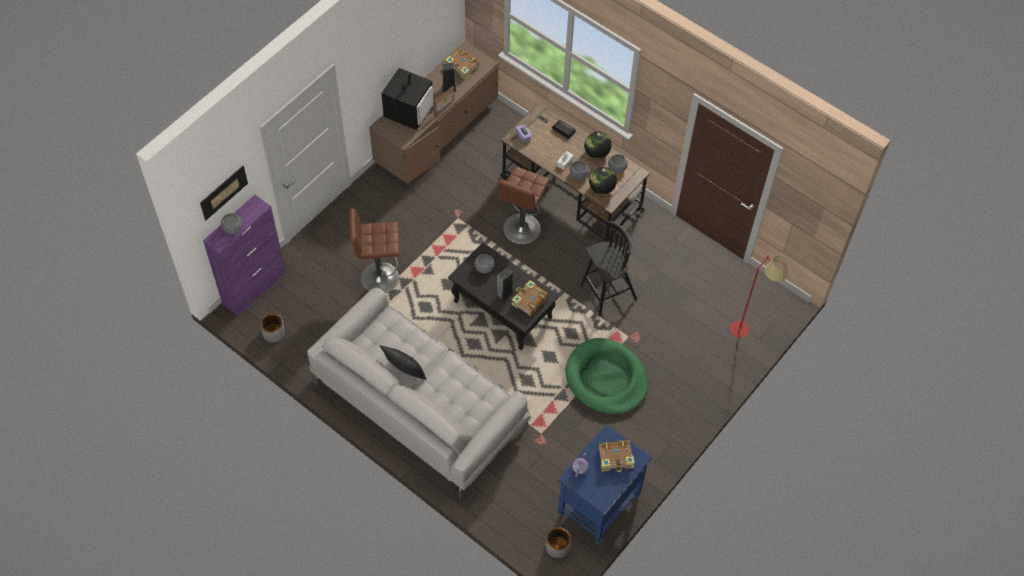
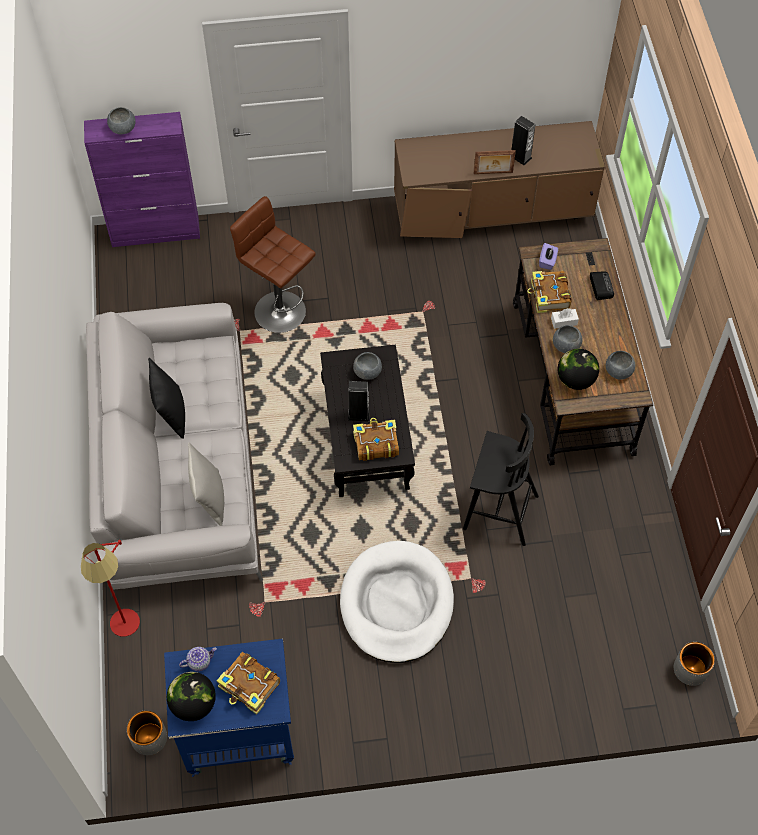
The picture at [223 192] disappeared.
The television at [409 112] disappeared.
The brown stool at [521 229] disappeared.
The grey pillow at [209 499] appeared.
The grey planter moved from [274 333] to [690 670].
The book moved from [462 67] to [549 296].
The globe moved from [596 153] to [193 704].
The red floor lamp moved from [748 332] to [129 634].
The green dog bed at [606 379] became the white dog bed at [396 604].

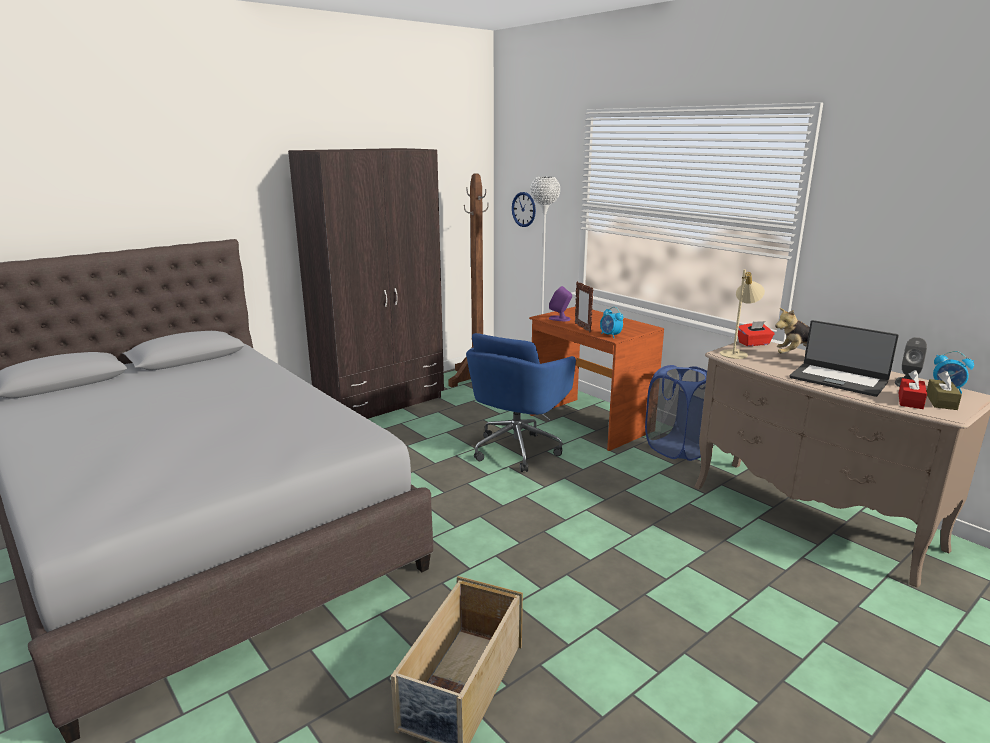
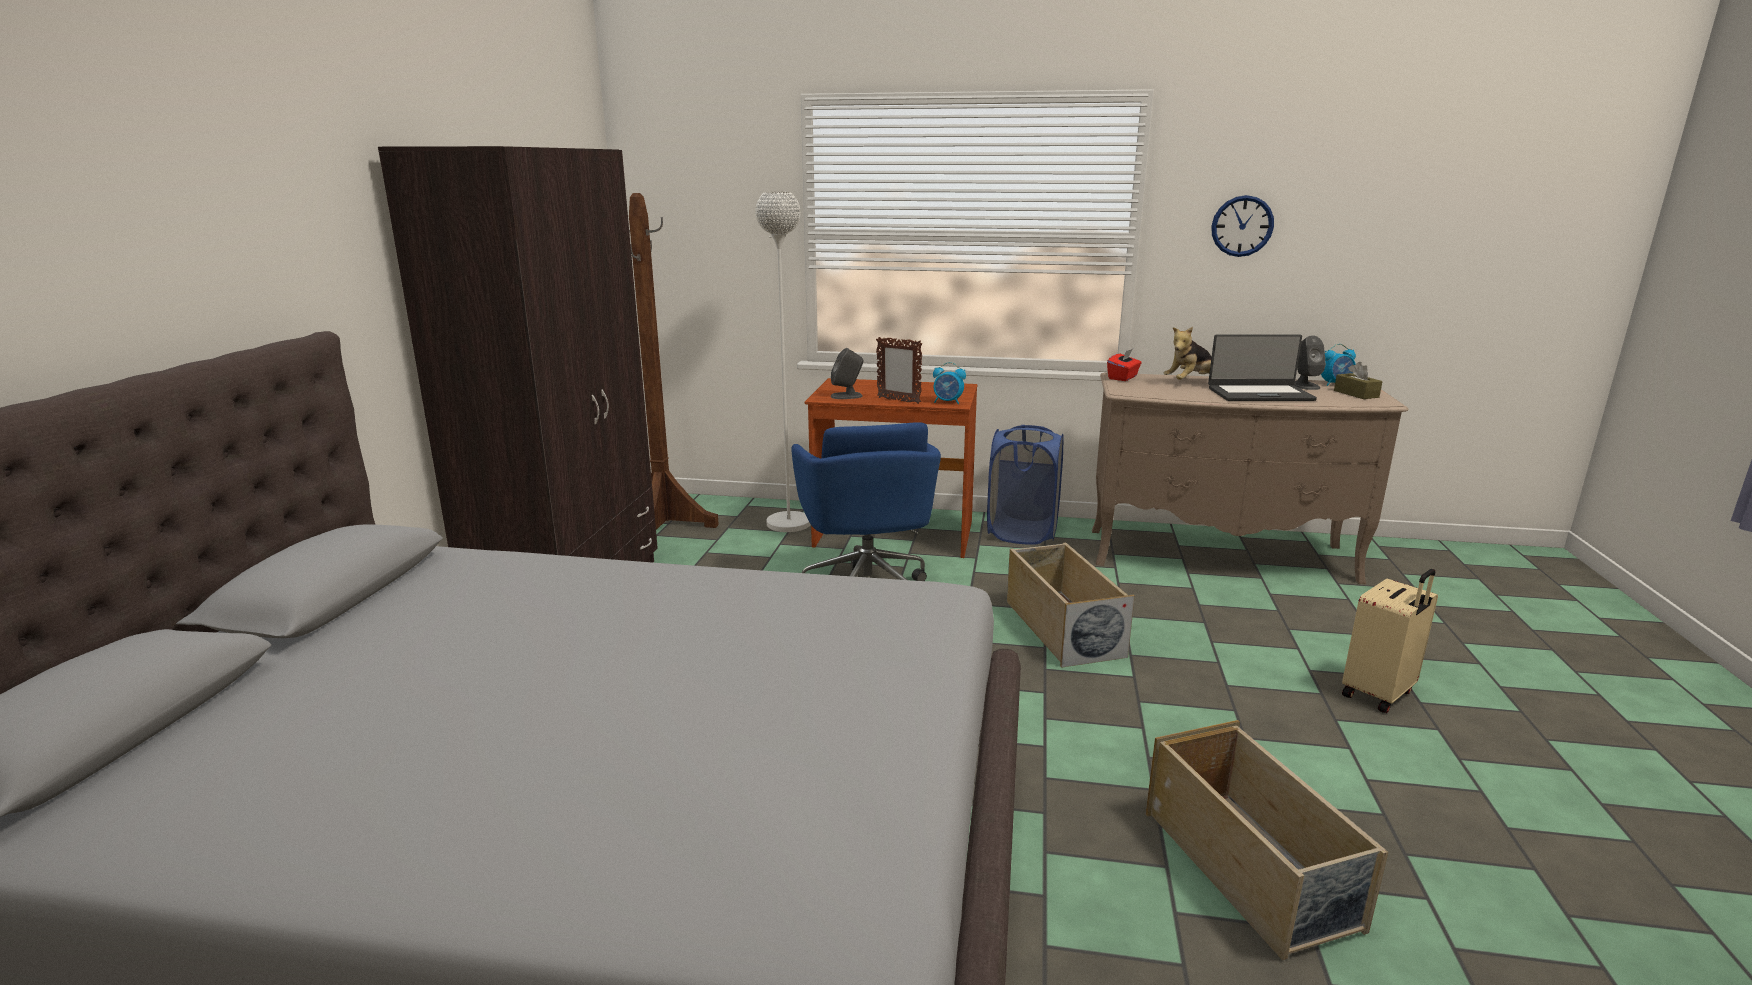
The beige table lamp at [737 353] disappeared.
The red tissue box at [910 401] disappeared.
The beige storage box at [1061 628] appeared.
The beige suitcase at [1379 694] appeared.
The wall clock moved from [523 209] to [1242 226].
The purple speaker at [560 319] became the grey speaker at [847 396].

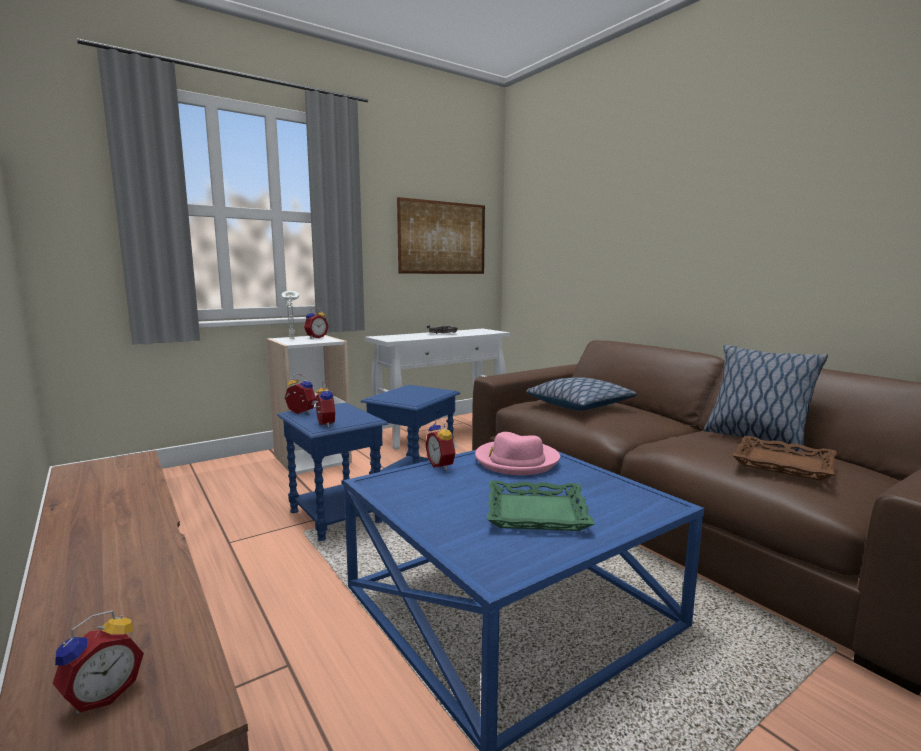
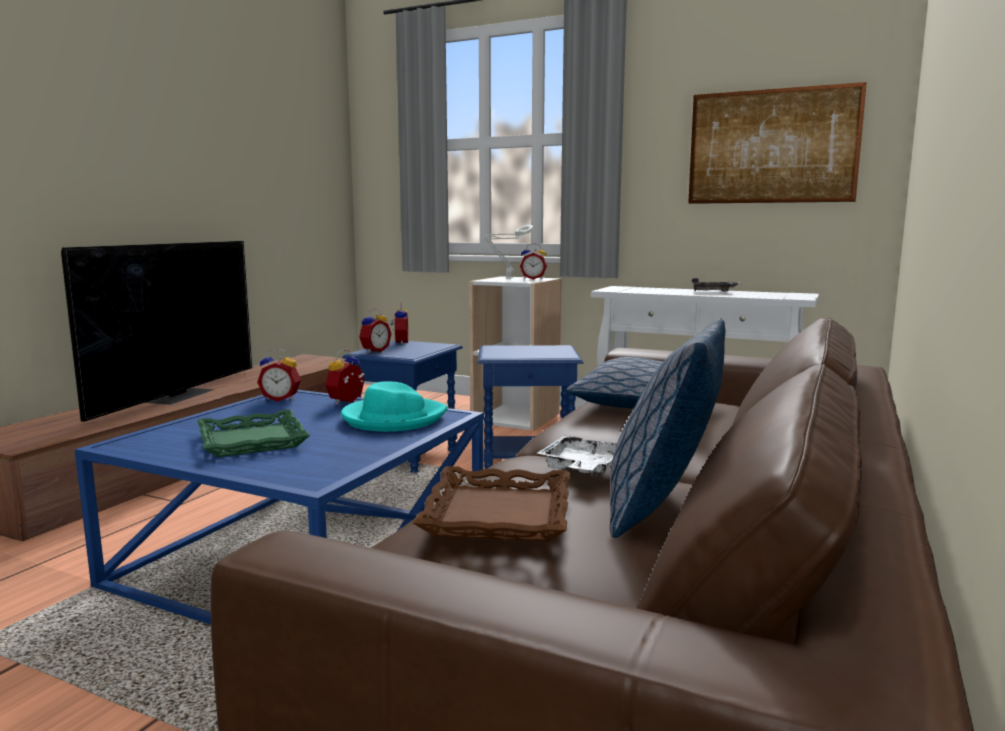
The television at [179 395] appeared.
The white tray at [582 468] appeared.
The alarm clock moved from [102 695] to [281 399].
The pink hat at [516 461] became the turquoise hat at [393 418].

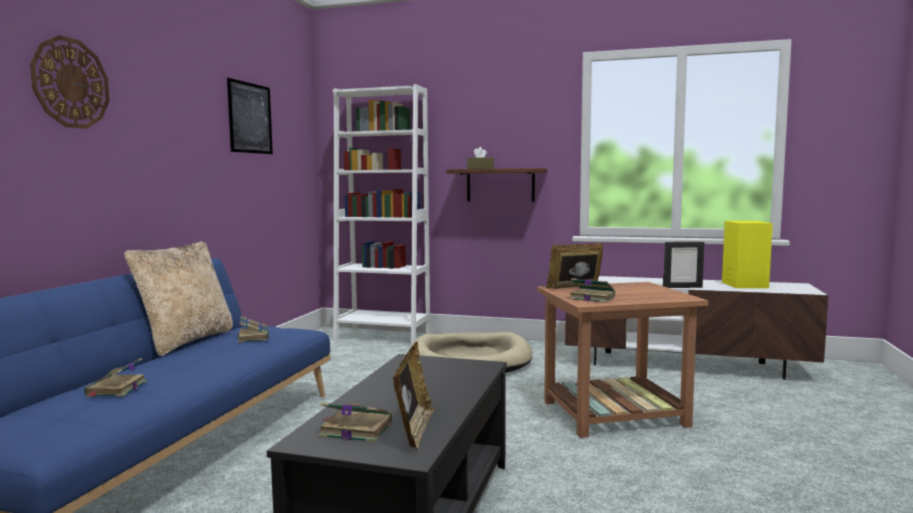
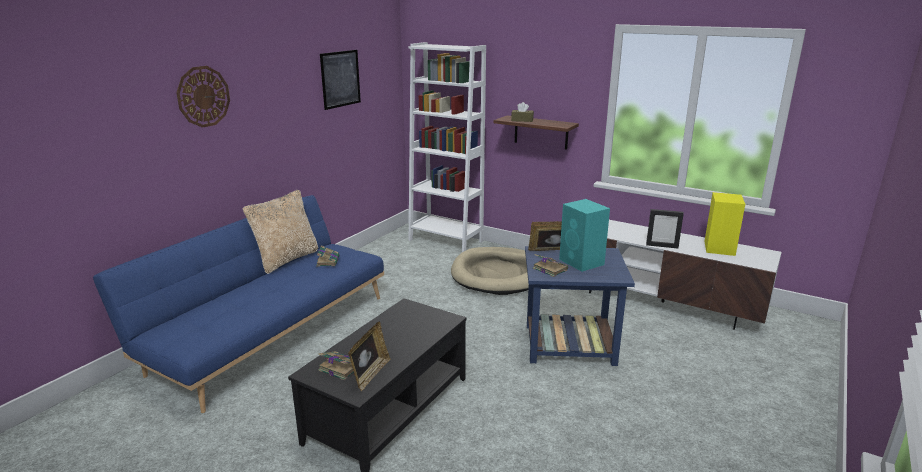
The book at [116 389] disappeared.
The turquoise speaker at [582 262] appeared.
The brown side table at [612 413] became the blue side table at [568 344].

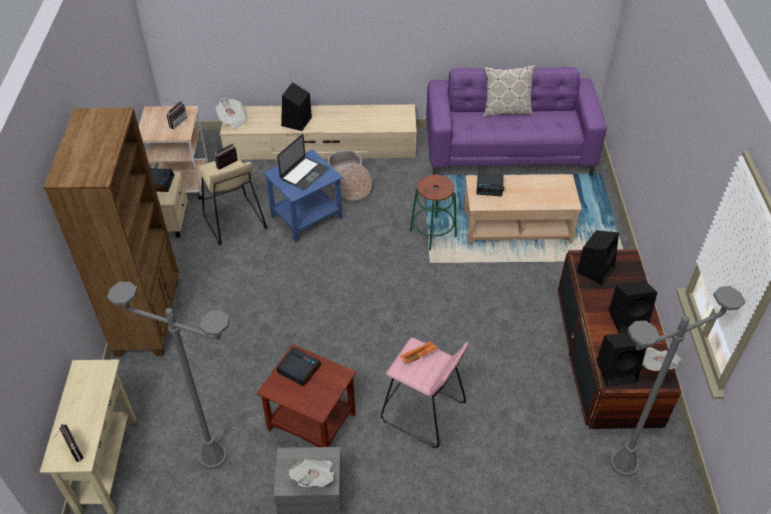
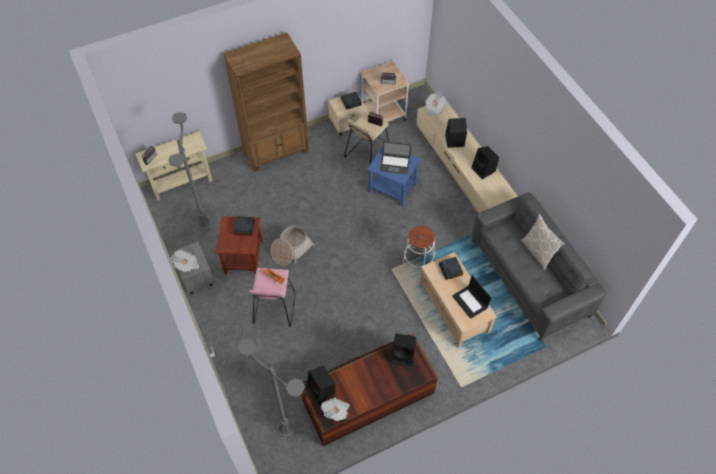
The laptop at [470 302] appeared.
The basket moved from [348 183] to [291 250].
The black speaker moved from [628 319] to [484 170].
The green stool at [433 233] became the white stool at [418 261].
The purple sofa at [508 152] became the grey sofa at [529 278].

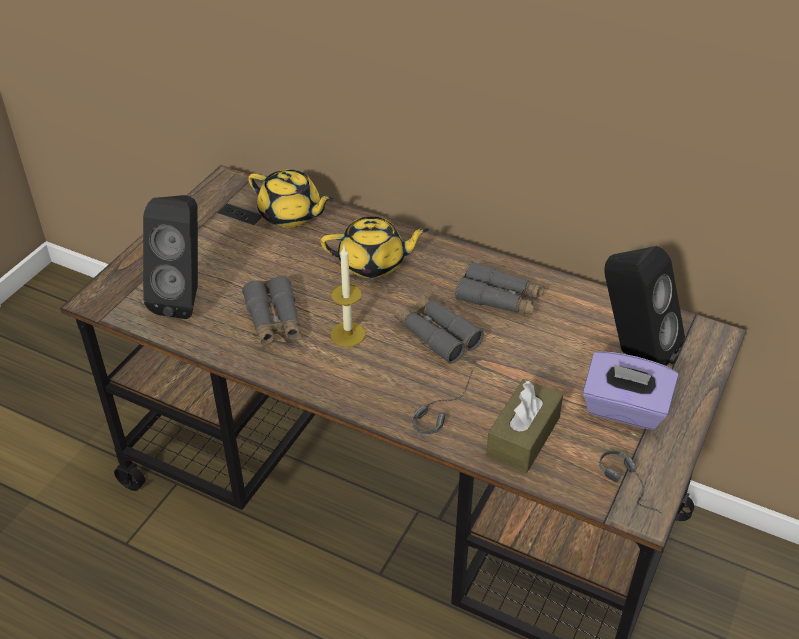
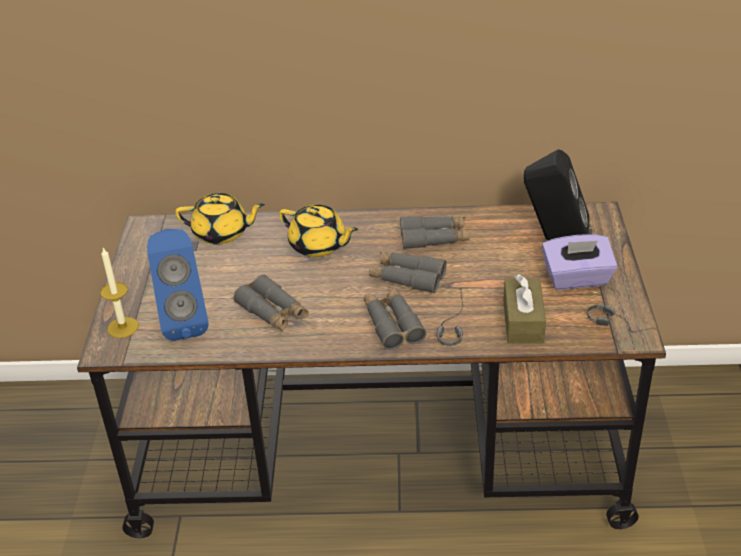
The grey binoculars at [392 324] appeared.
The candle moved from [348 334] to [123 327].
The black speaker at [185 298] became the blue speaker at [184 322].
The yellow teapot at [373 263] turned 60 degrees clockwise.

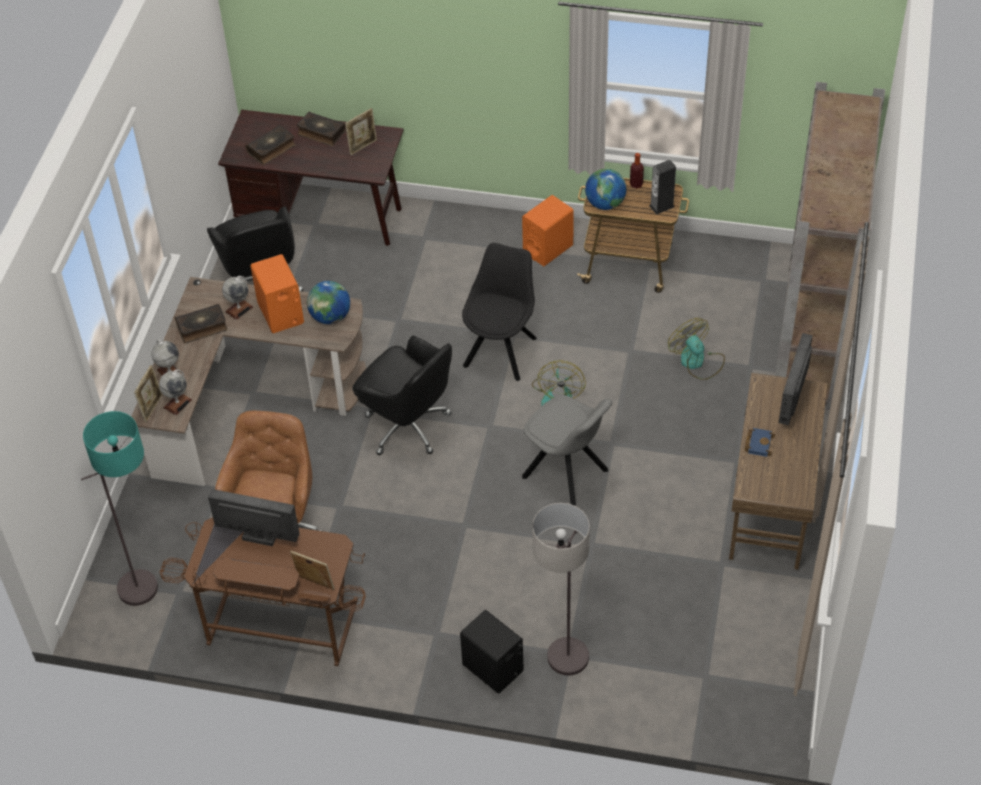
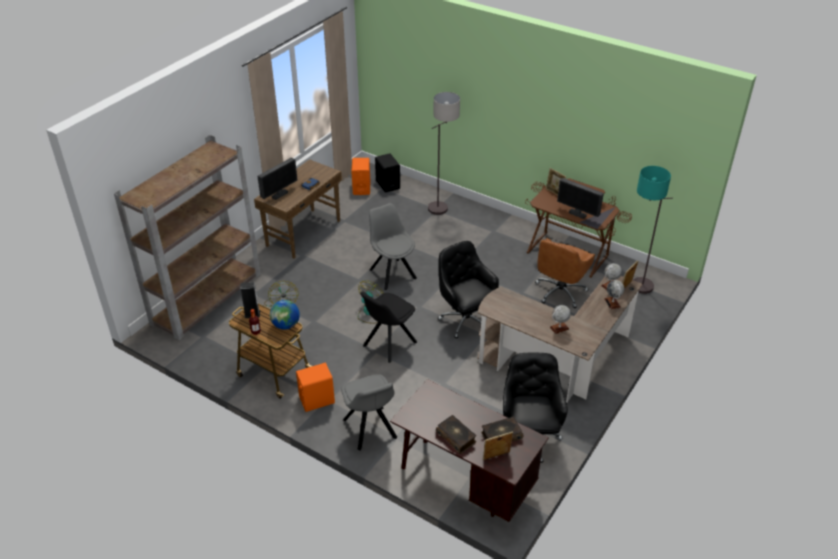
The book at [202 328] disappeared.
The globe at [330 317] disappeared.
The grey chair at [370 429] appeared.
The orange speaker moved from [281 313] to [361 188].
The picture frame moved from [362 146] to [496 457].
The black speaker moved from [493 668] to [387 184].

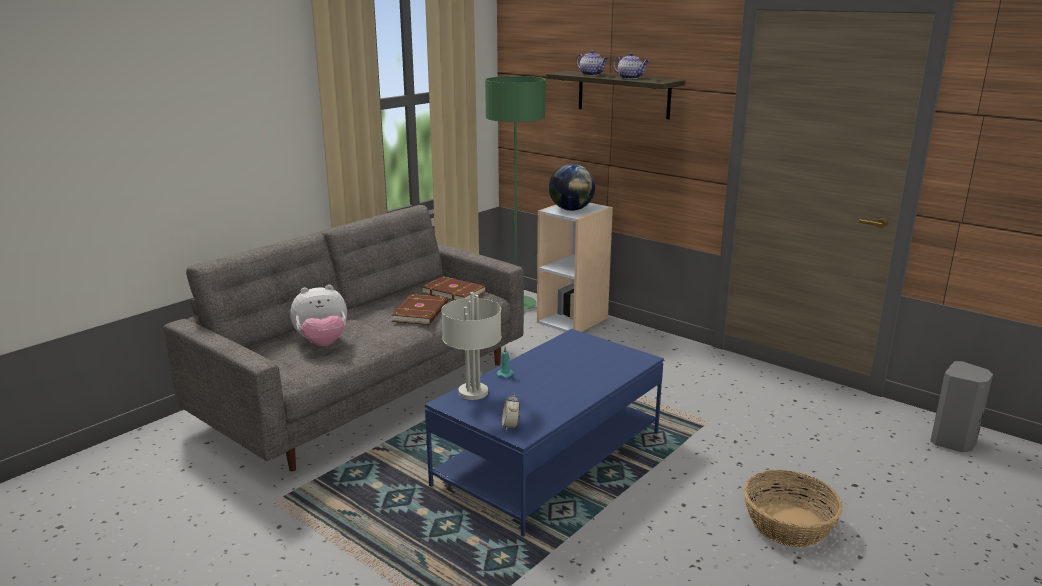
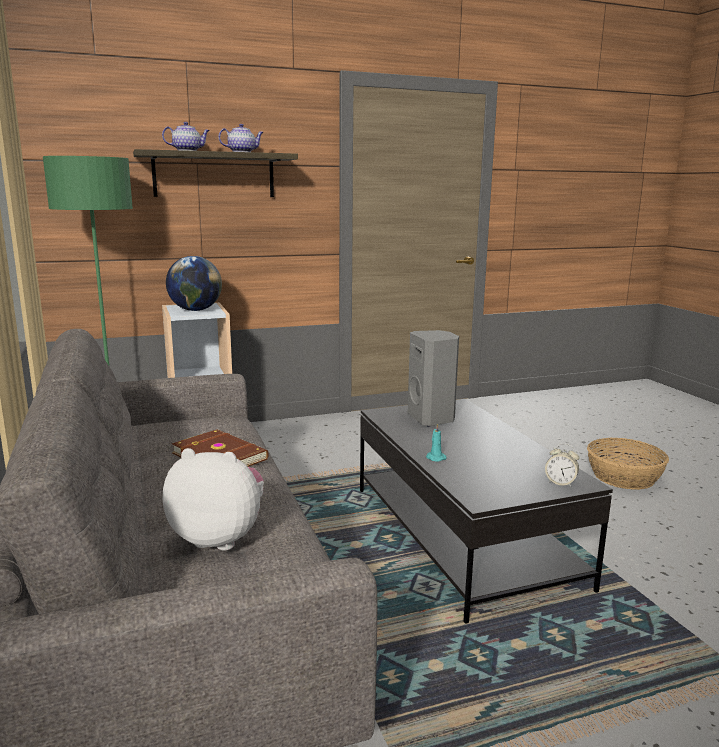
The brown book at [454 292] disappeared.
The grey table lamp at [472 392] disappeared.
The grey speaker moved from [953 442] to [432 419].
The blue coffee table at [549 458] became the black coffee table at [461 535].
The plush toy at [322 343] turned 90 degrees counterclockwise.

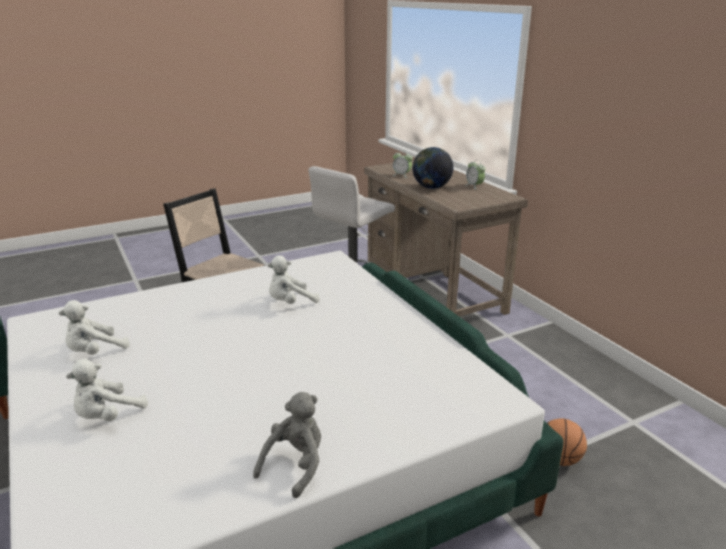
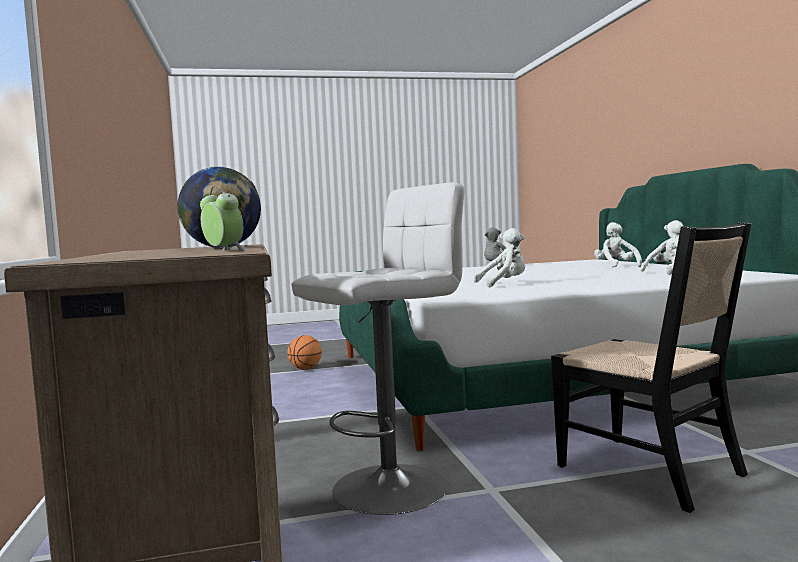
The alarm clock at [474 186] disappeared.
The white plush toy at [107 416] turned 60 degrees counterclockwise.

